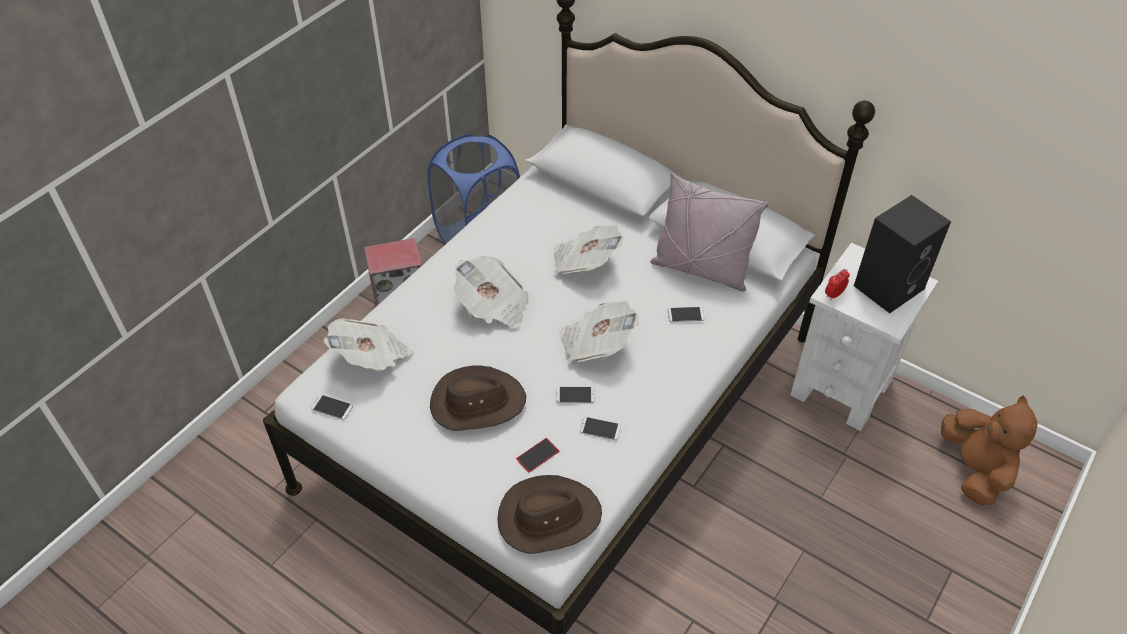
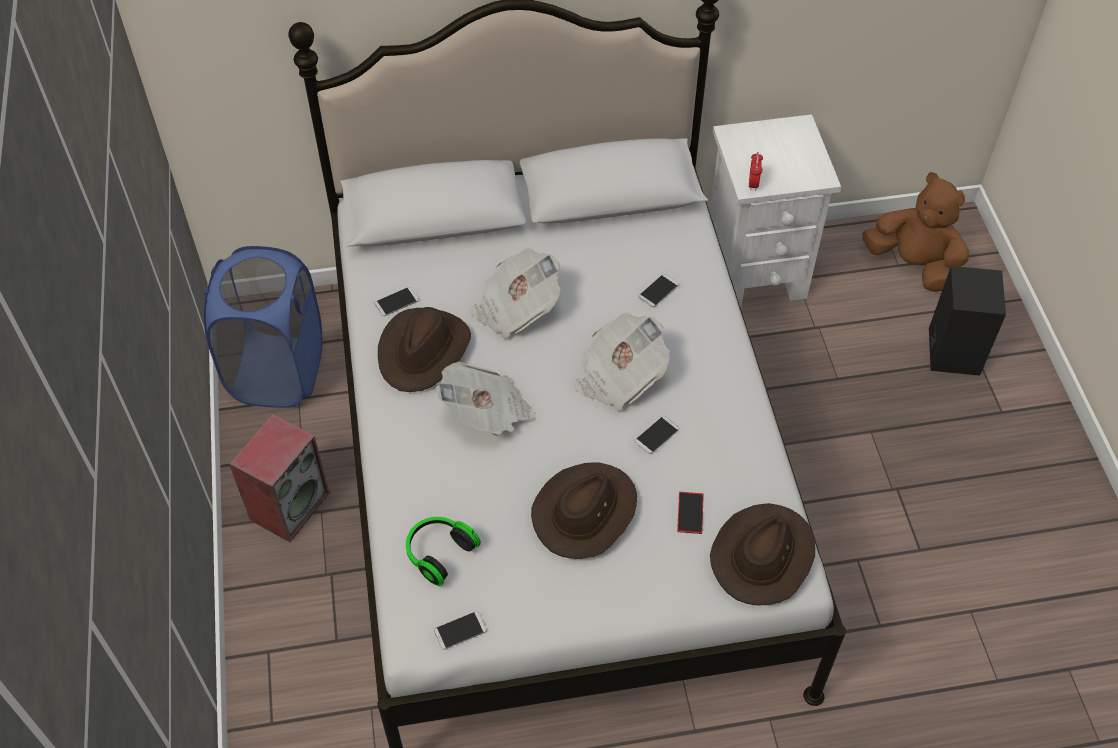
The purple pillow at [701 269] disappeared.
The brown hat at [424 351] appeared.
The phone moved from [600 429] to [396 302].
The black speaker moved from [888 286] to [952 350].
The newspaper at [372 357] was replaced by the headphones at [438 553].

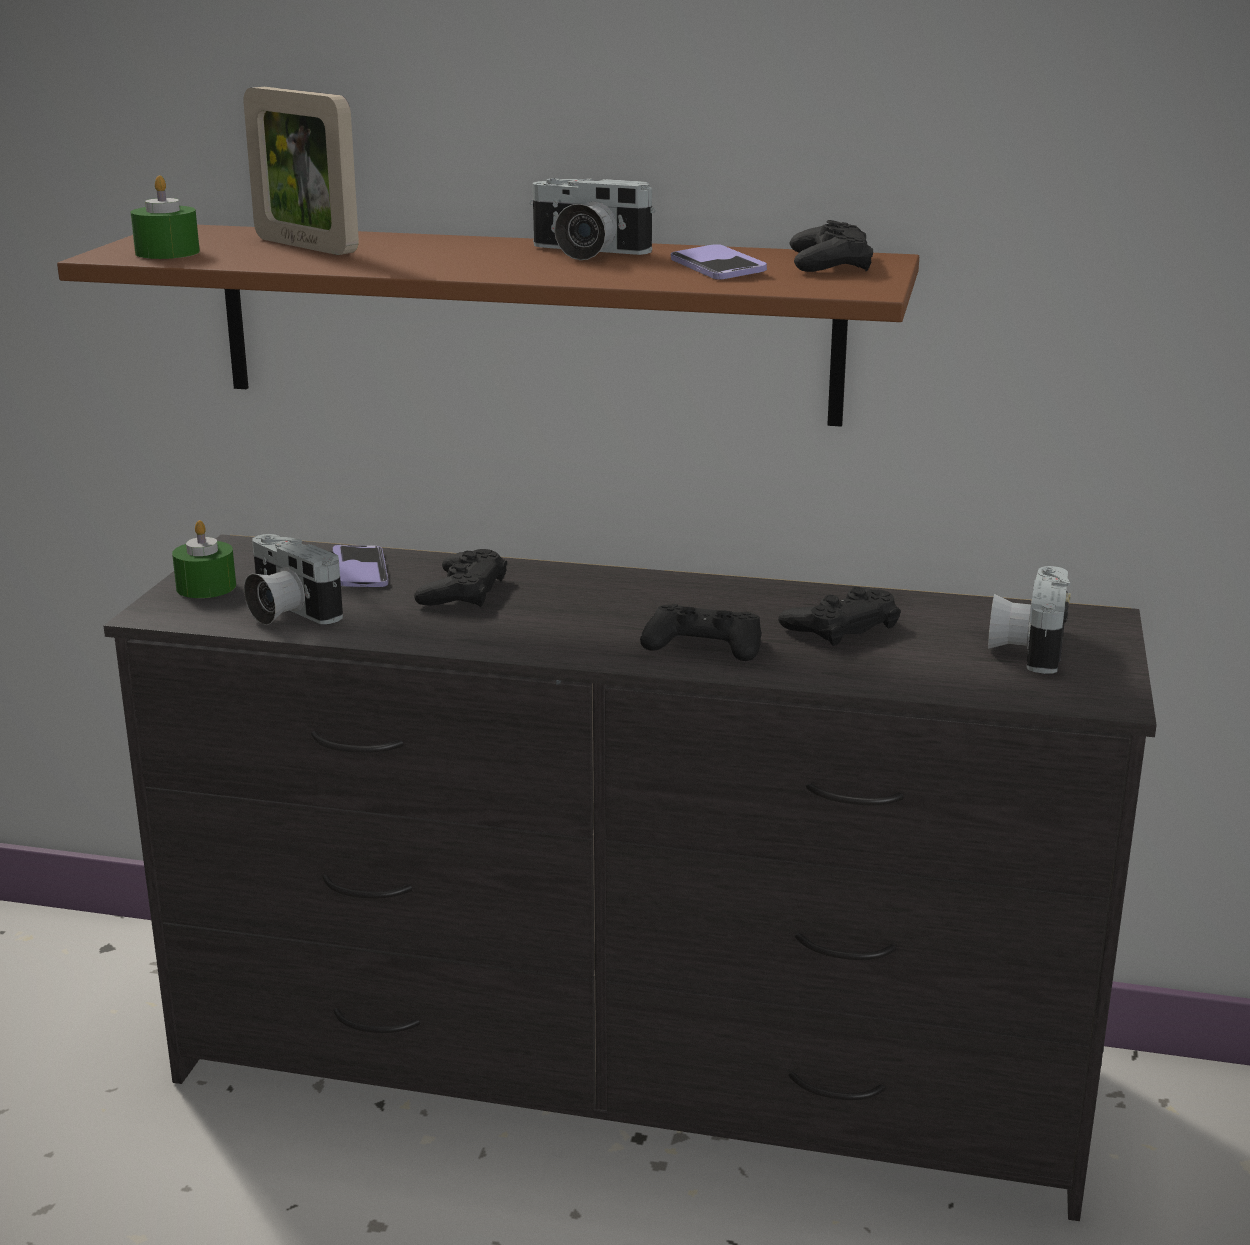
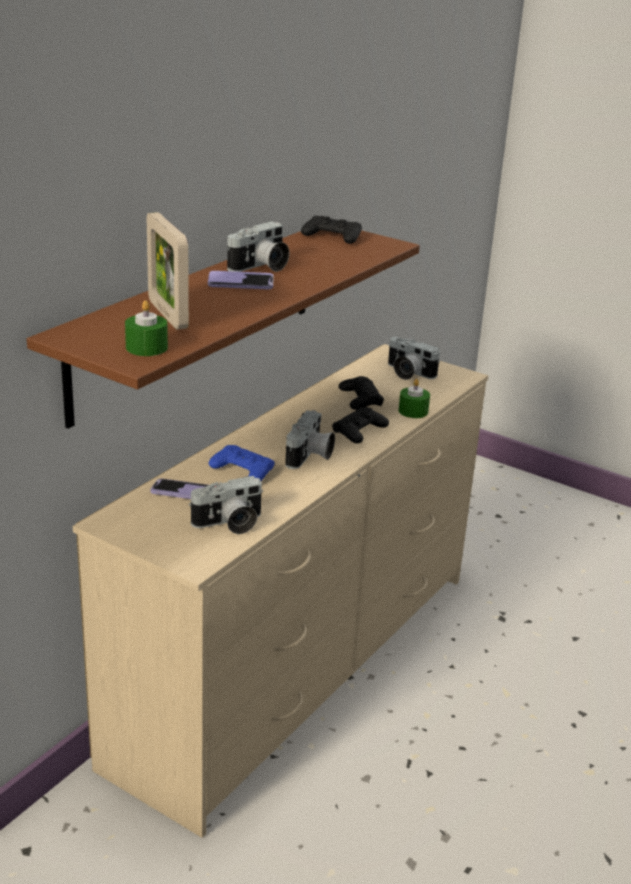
The photo camera at [310 456] appeared.
The green candle moved from [206 587] to [413 411].
The phone moved from [717 267] to [240 282].
The black dresser at [626 1072] became the beige dresser at [300 666].
The black game controller at [462 591] became the blue game controller at [242 470].
The picture frame at [306 246] turned 90 degrees clockwise.

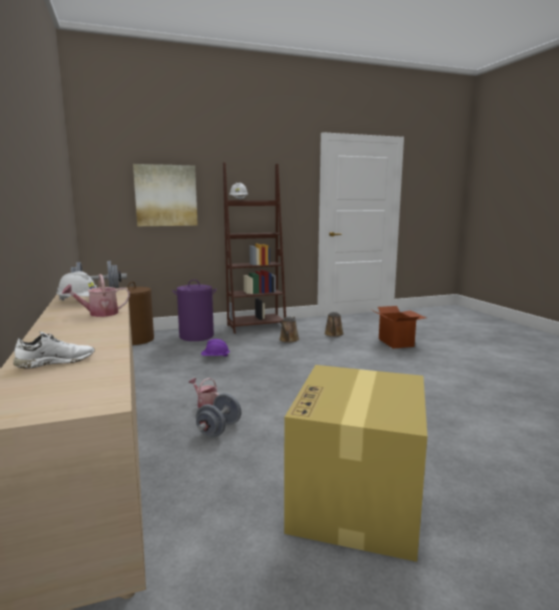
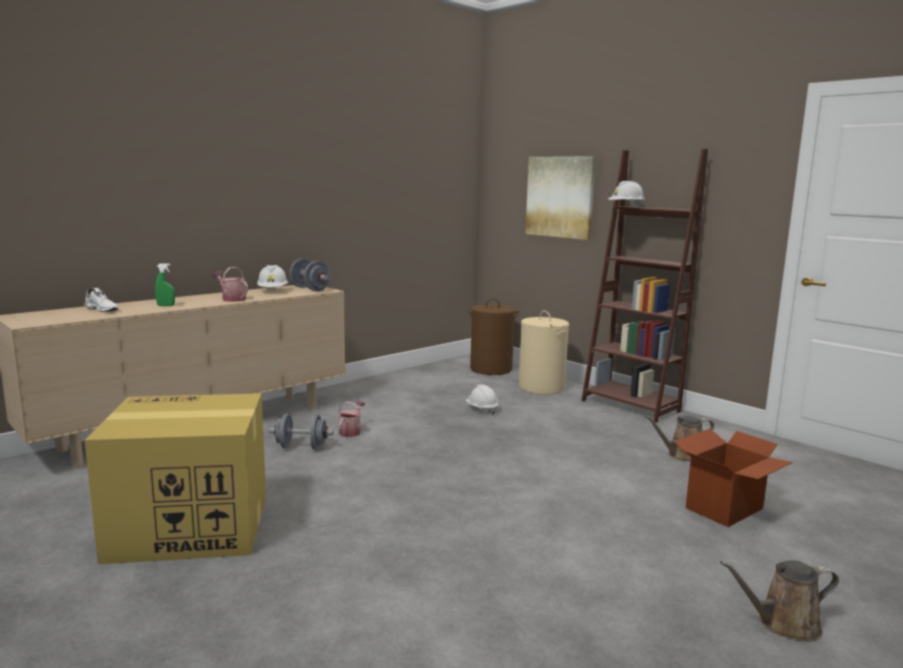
The green spray bottle at [166 305] appeared.
The brown watering can moved from [288 340] to [783 624].
The purple laundry basket at [197 336] became the beige laundry basket at [541 387].
The purple hard hat at [215 358] became the white hard hat at [481 409].

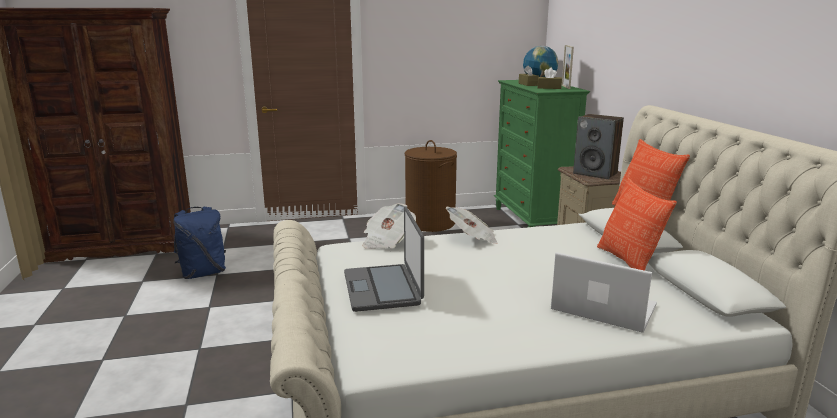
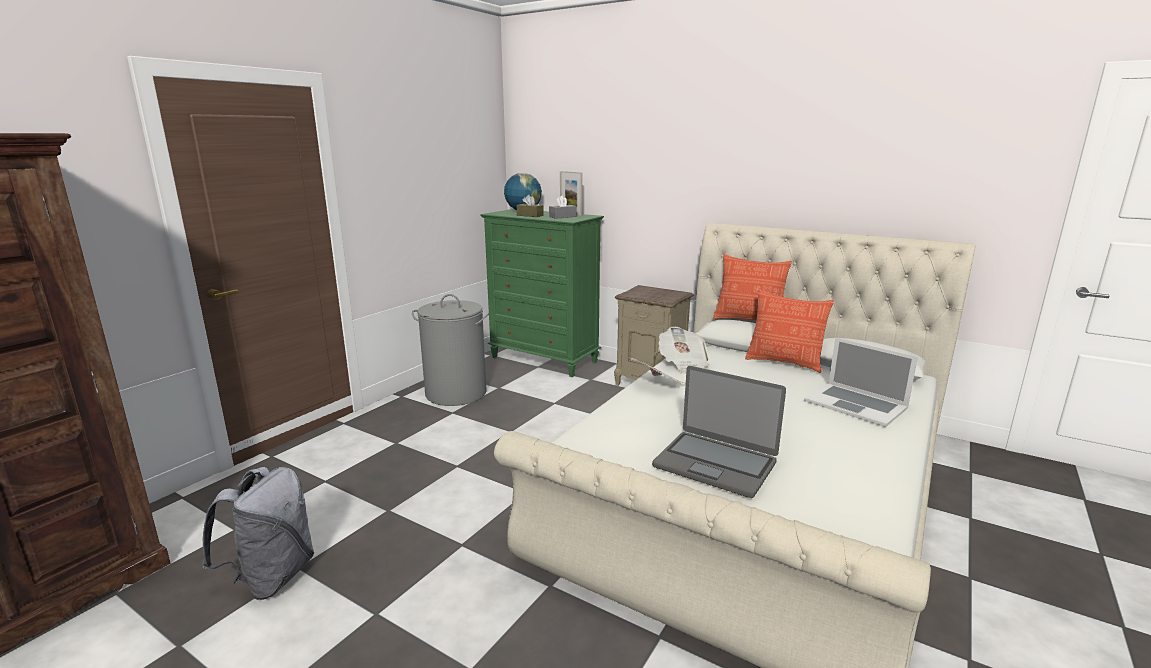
The speaker at [595 173] disappeared.
The newspaper moved from [387 241] to [683 364].
The blue backpack at [203 273] became the grey backpack at [272 577].
The brown laundry basket at [430 223] became the grey laundry basket at [455 393].
The brown tissue box at [549 88] became the grey tissue box at [562 217].
The laptop at [603 307] turned 120 degrees counterclockwise.

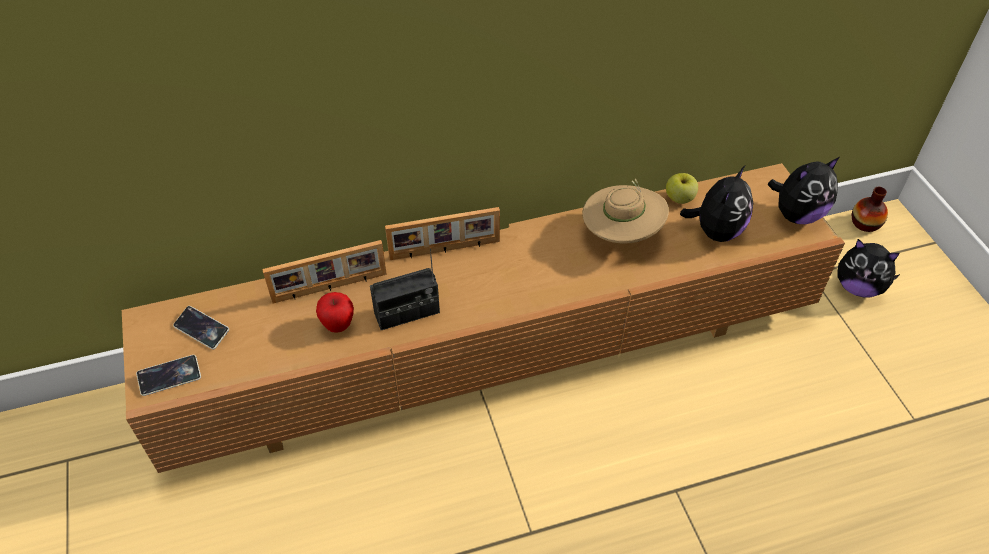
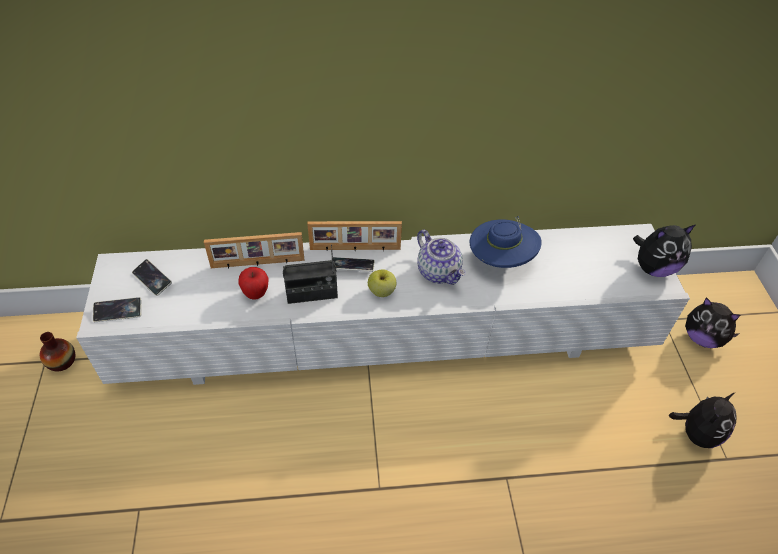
The phone at [352 266] appeared.
The teapot at [439 272] appeared.
The apple moved from [679 199] to [381 291].
The plush toy moved from [716 231] to [696 433].
The vase moved from [865 223] to [62 361].
The brown tv stand at [493 350] became the white tv stand at [386 336].
The beige hat at [621 235] became the blue hat at [500 260].

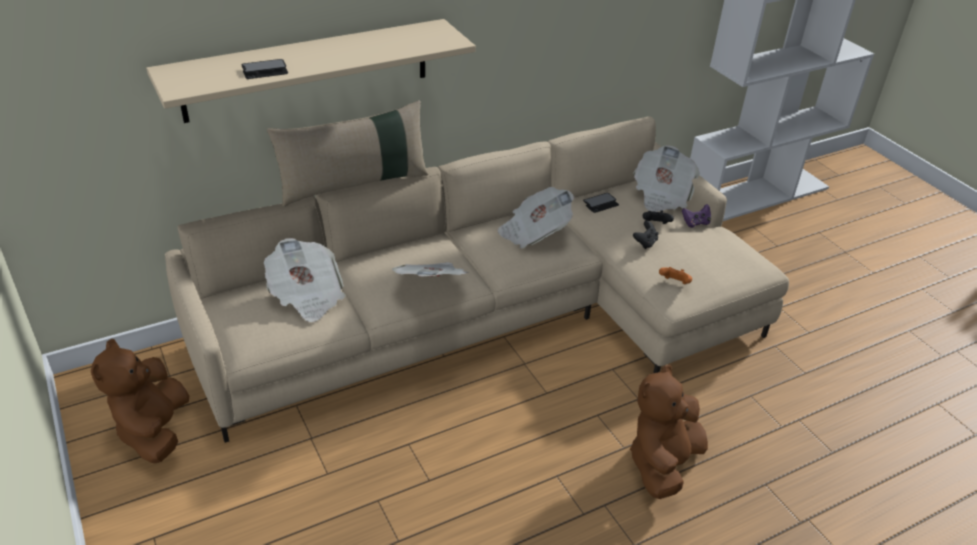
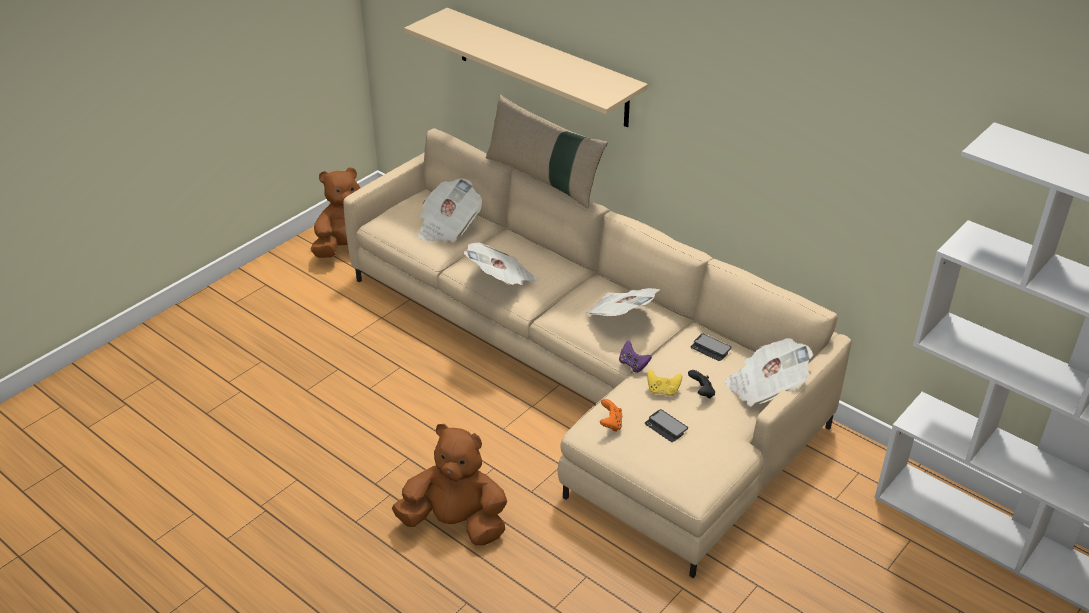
The phone moved from [265 70] to [666 427].
The purple game controller moved from [695 223] to [633 365].
The black game controller at [645 243] became the yellow game controller at [663 391].

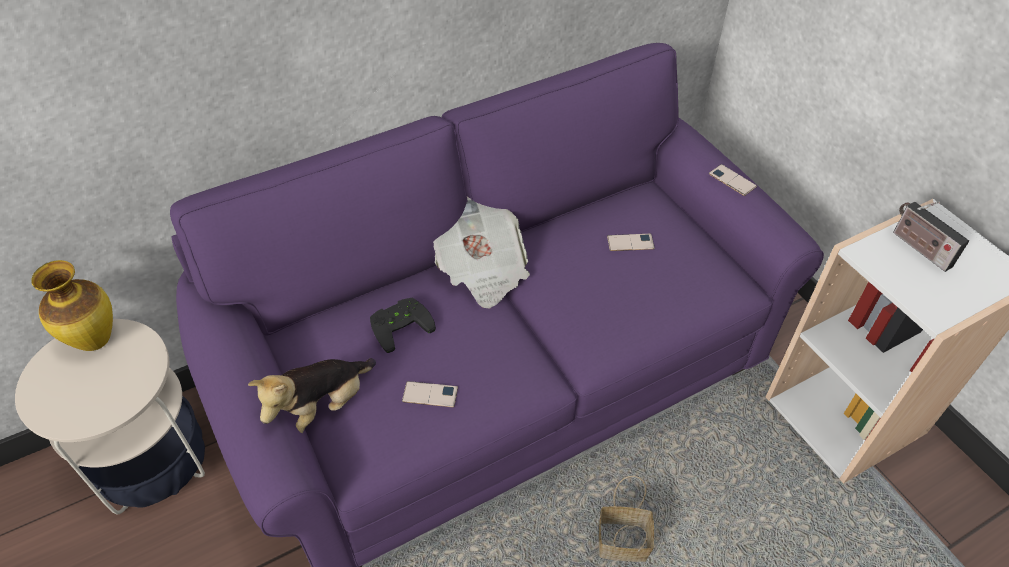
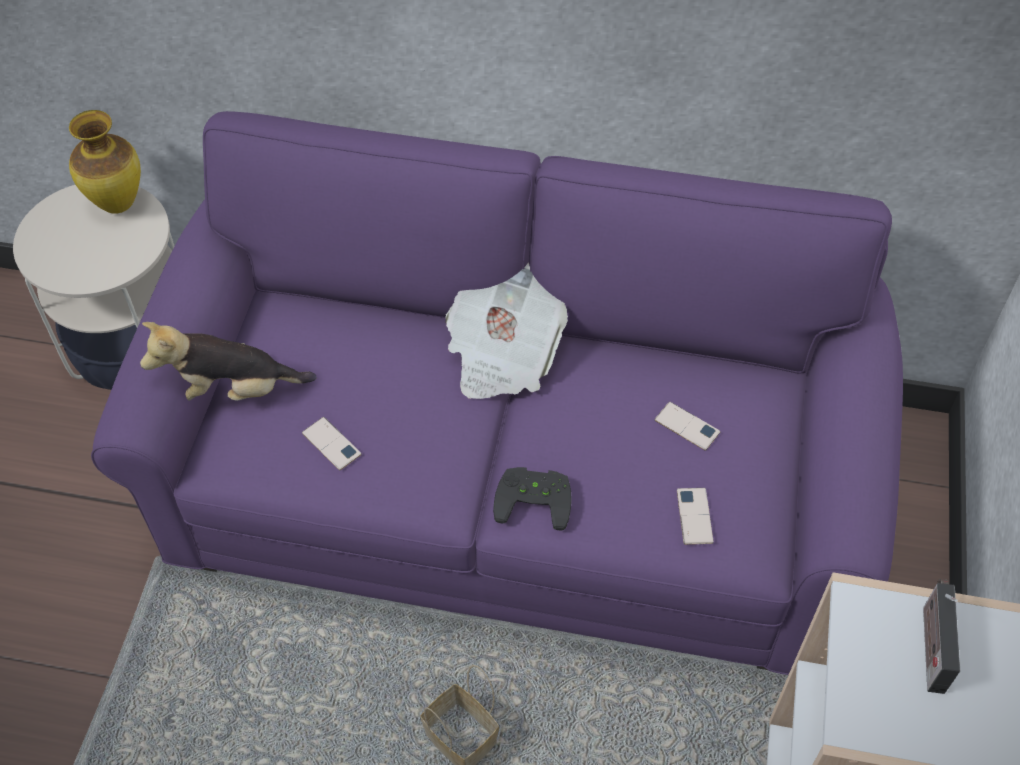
The black game controller moved from [400 324] to [534 497].
The phone moved from [732 180] to [694 516].

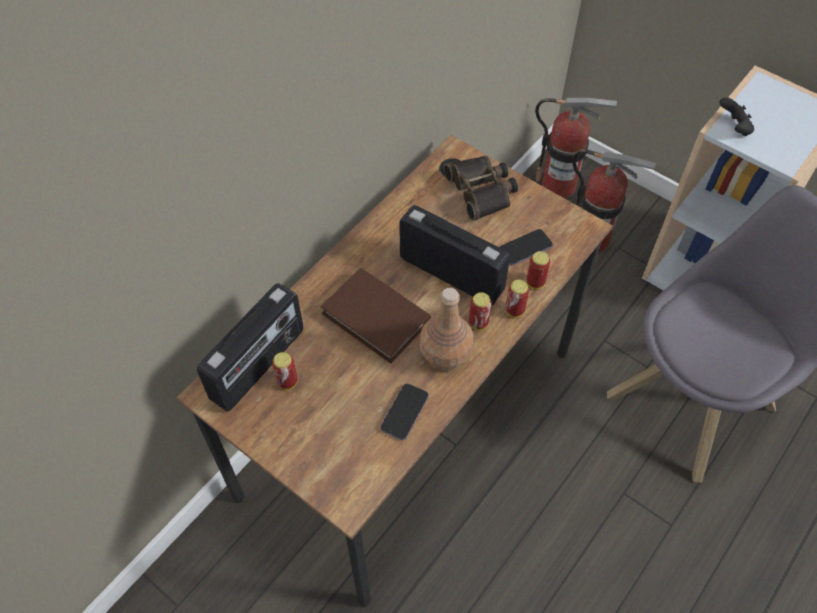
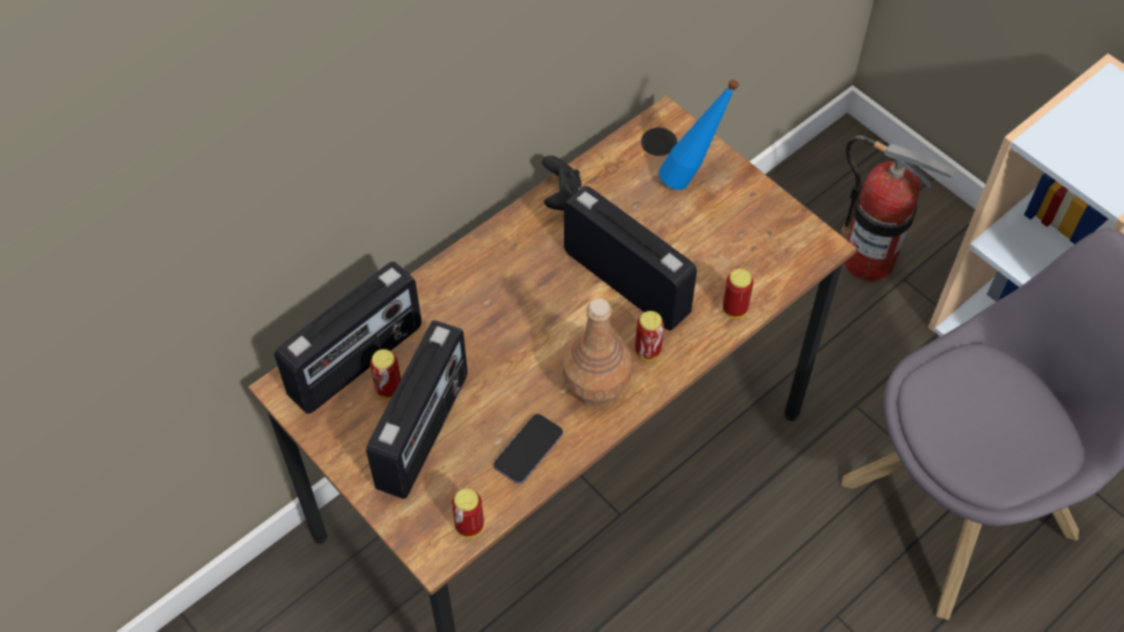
The brown book at [376 317] disappeared.
The phone at [525 248] disappeared.
The fire extinguisher at [558 185] disappeared.
The radio at [425 432] appeared.
The can moved from [514 310] to [469 526].
The black game controller moved from [734 128] to [562 198].
The binoculars at [482 191] was replaced by the blue bottle at [692 177].

